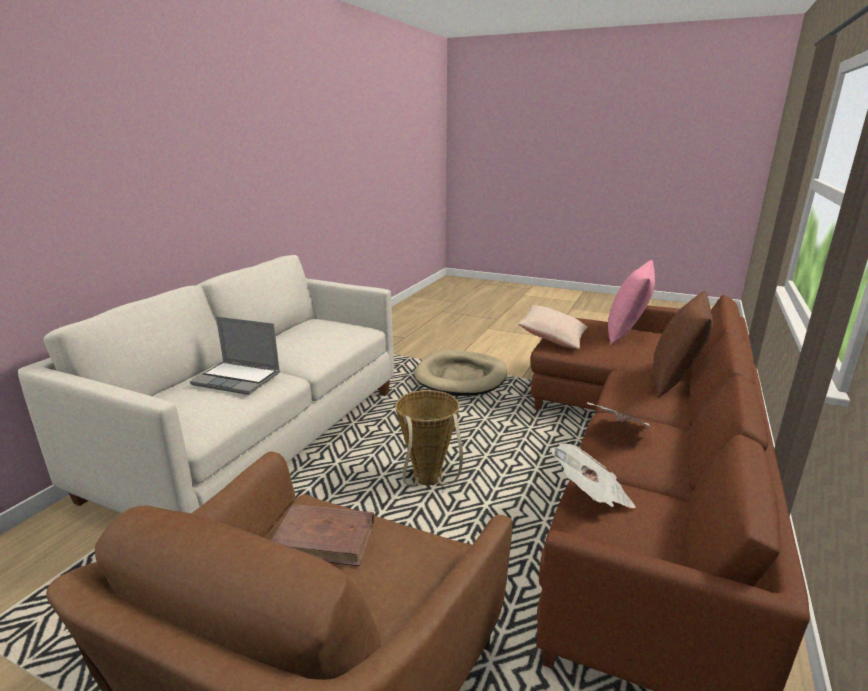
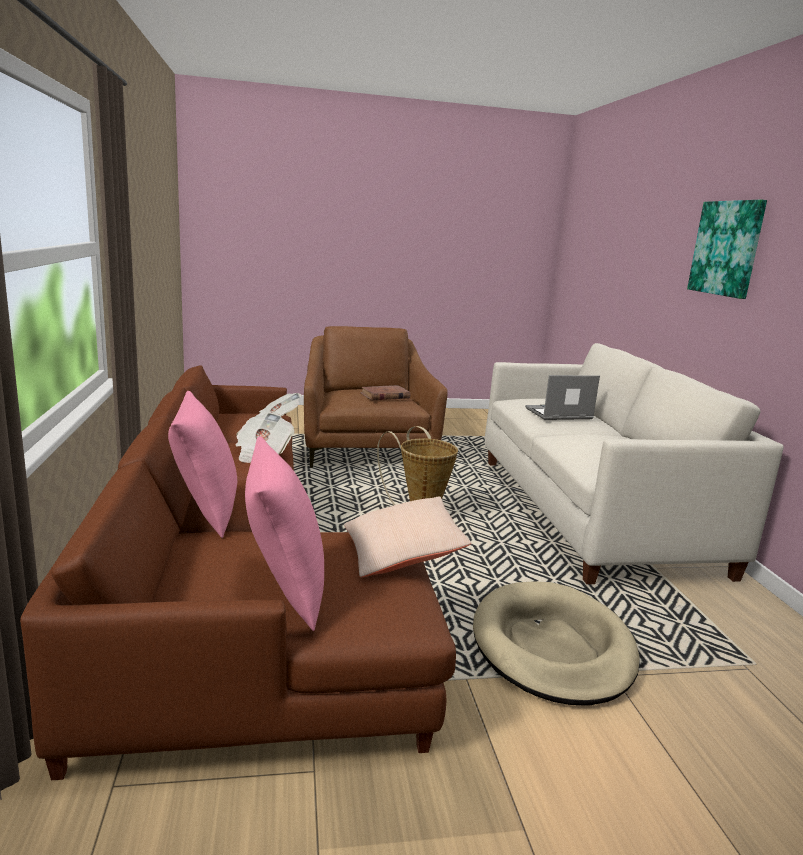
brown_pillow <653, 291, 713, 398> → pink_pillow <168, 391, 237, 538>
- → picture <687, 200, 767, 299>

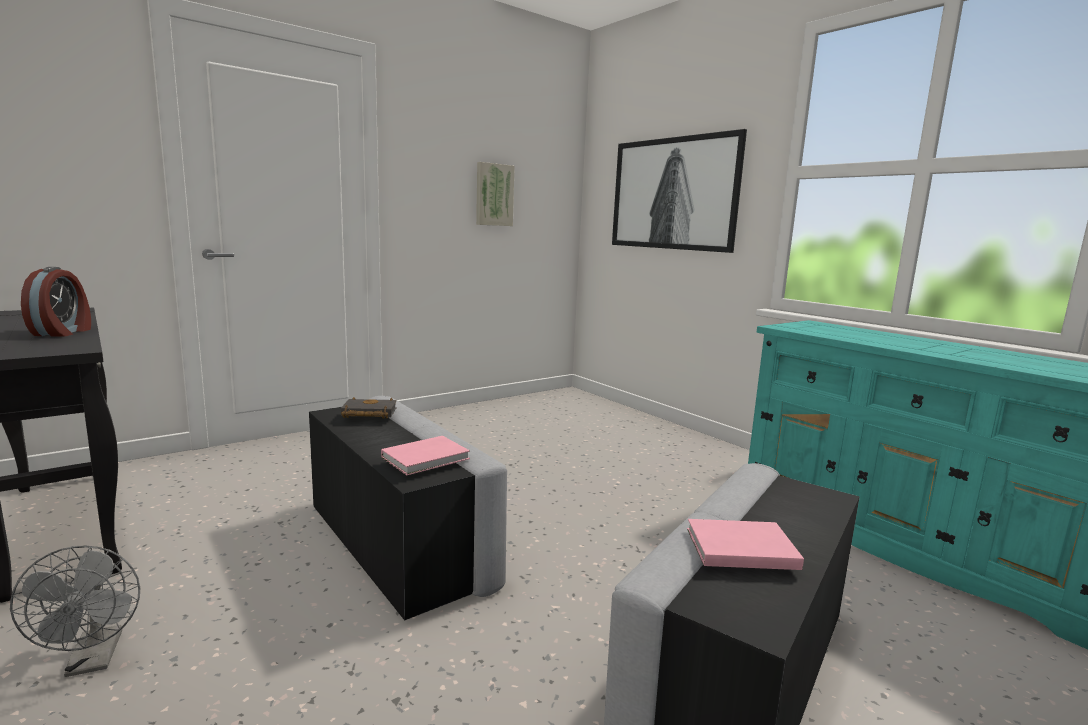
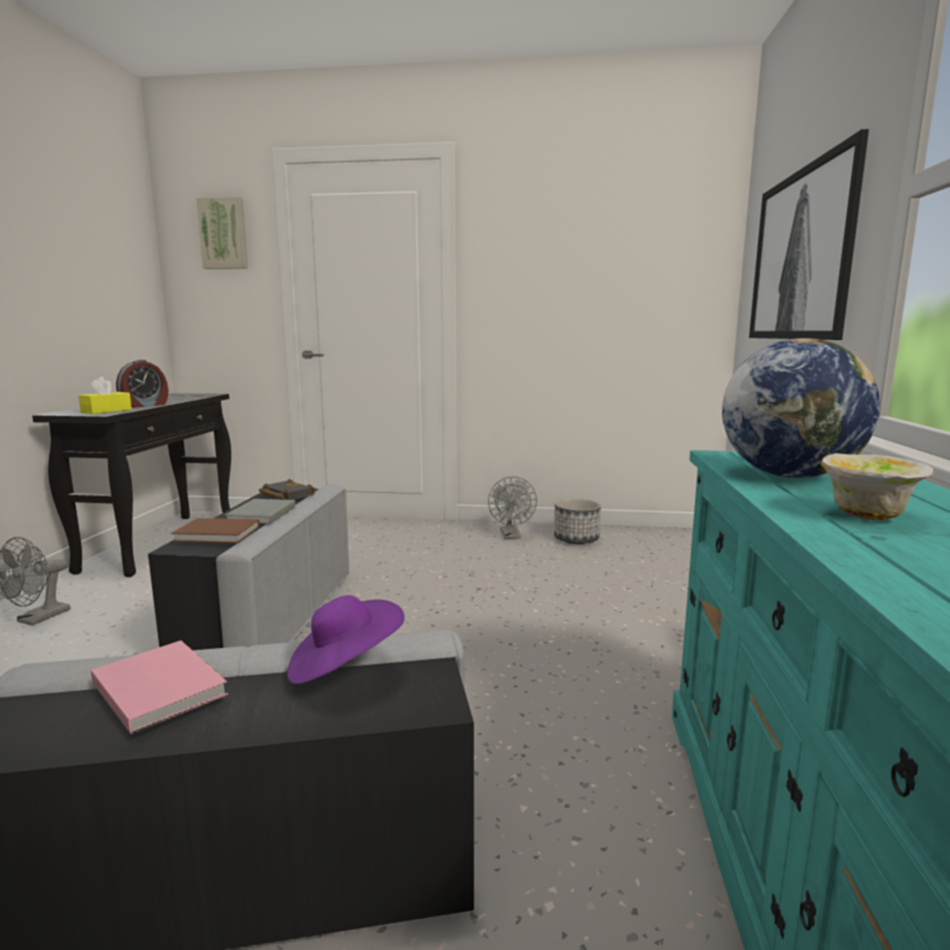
- → yellow_tissue_box <78, 377, 132, 414>
pink_book <381, 436, 470, 475> → brown_book <171, 518, 260, 543>
picture <476, 162, 515, 226> → picture <196, 197, 248, 269>, moved
- → grey_book <225, 499, 295, 524>
- → purple_hat <287, 595, 405, 685>
- → grey_fan <488, 477, 537, 539>
- → planter <554, 498, 601, 544>
- → globe <722, 338, 880, 478>
- → bowl <821, 453, 933, 520>

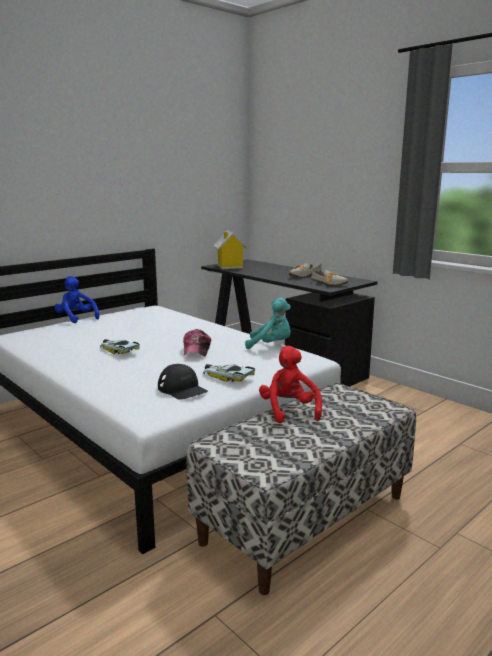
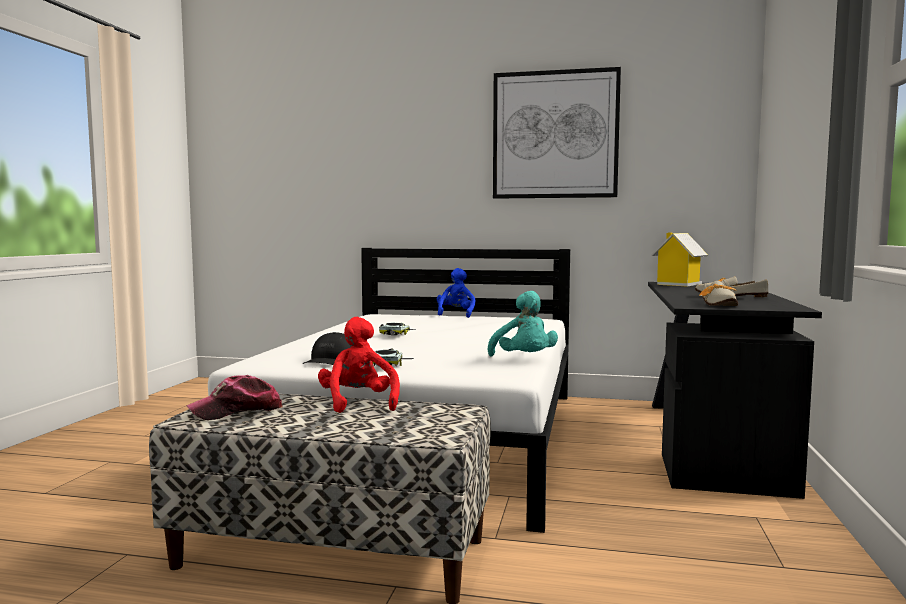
cap <183, 329, 211, 356> → cap <187, 375, 283, 420>, moved
red_plush_toy <259, 346, 322, 423> → red_plush_toy <318, 317, 400, 413>, 60 degrees counterclockwise
- → picture <493, 67, 621, 199>

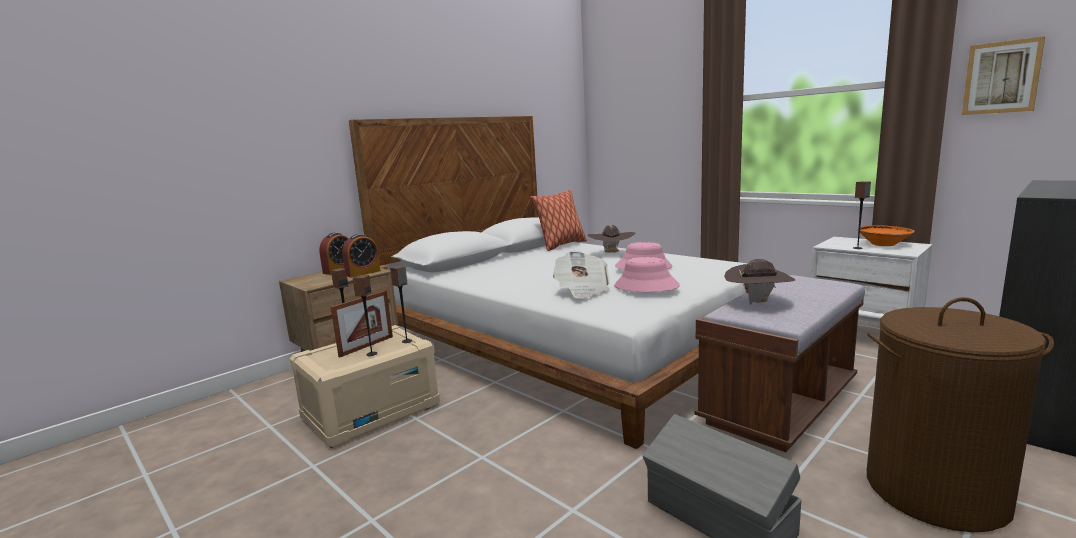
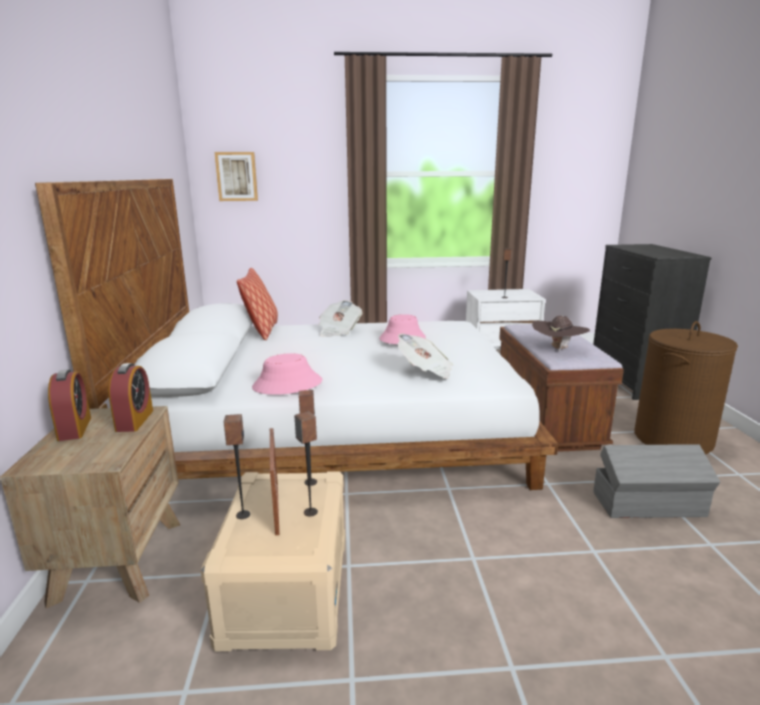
picture <962, 36, 1045, 115> → picture <215, 152, 258, 201>, moved
pink_hat <614, 257, 680, 292> → pink_hat <252, 353, 322, 395>, moved
brown_hat <587, 225, 636, 253> → newspaper <318, 300, 363, 337>
orange_bowl <857, 225, 915, 246> → -

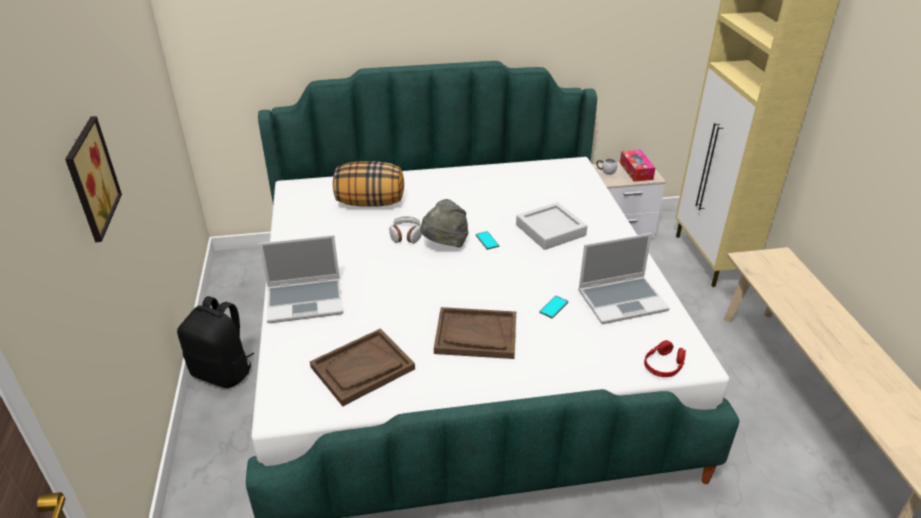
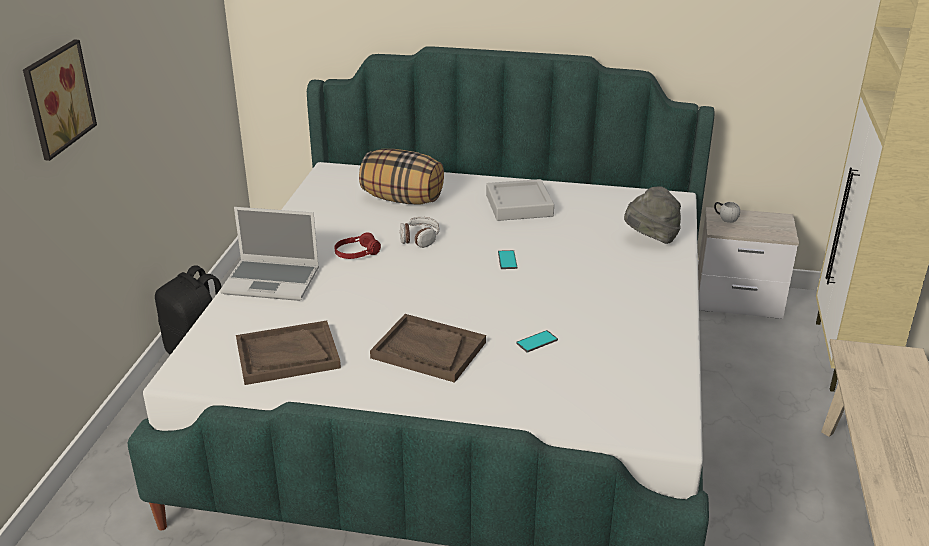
red_headphones <644, 340, 686, 377> → red_headphones <334, 232, 381, 259>, moved
grey_tray <516, 202, 587, 250> → grey_tray <486, 179, 554, 221>, moved
grey_hat <420, 199, 469, 247> → grey_hat <624, 186, 681, 244>, moved
laptop <578, 233, 670, 324> → -
tissue_box <620, 150, 655, 182> → -

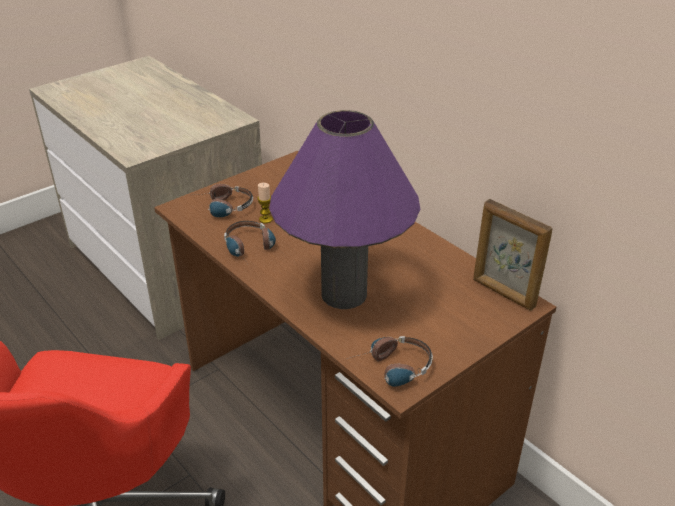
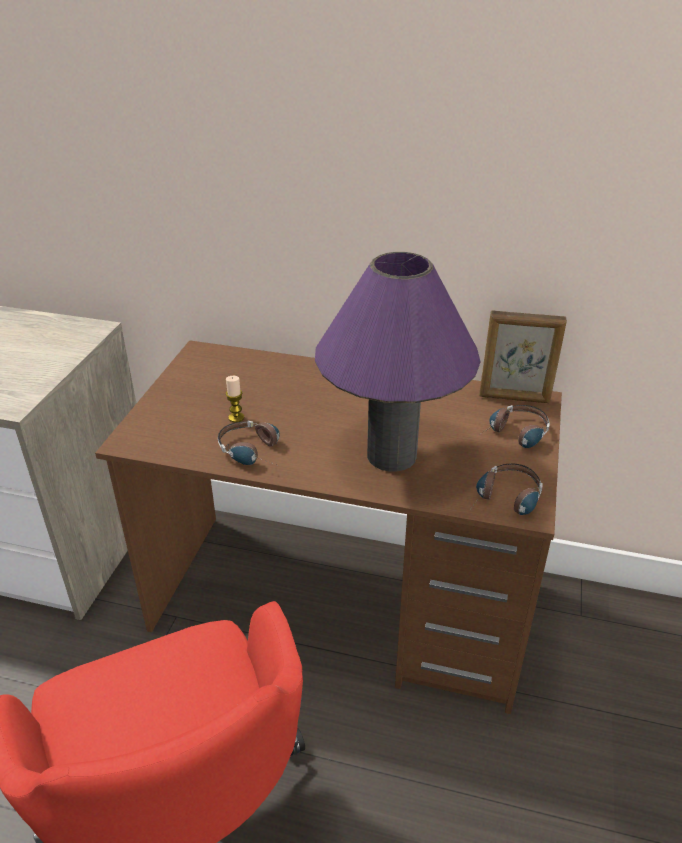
headphones <194, 184, 253, 217> → headphones <478, 405, 550, 448>, moved

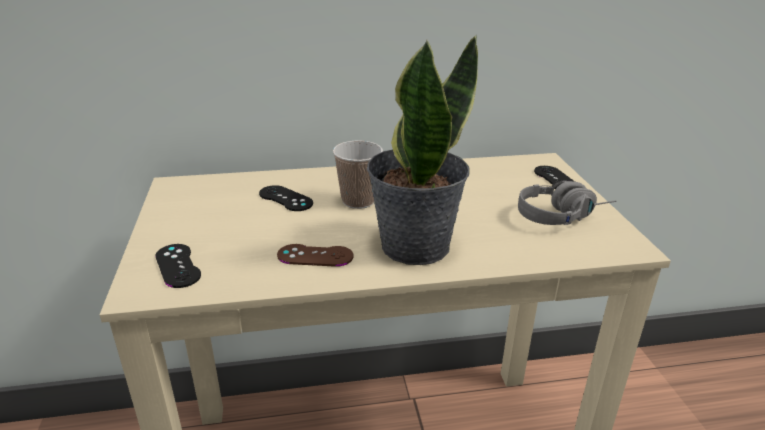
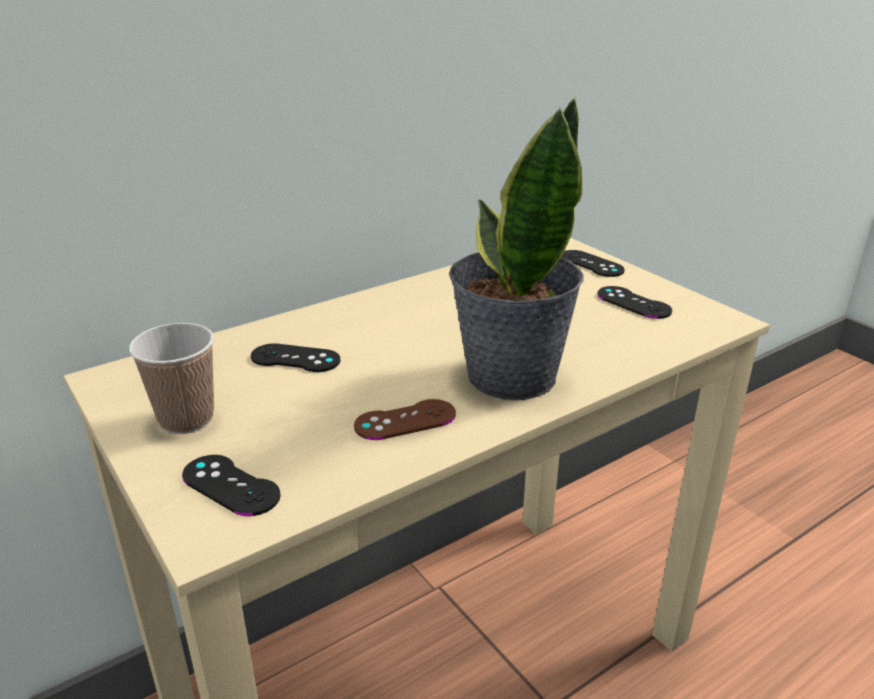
cup <333, 141, 383, 209> → cup <129, 323, 214, 434>, moved
grey_headphones <518, 180, 616, 225> → black_game_controller <597, 286, 672, 319>

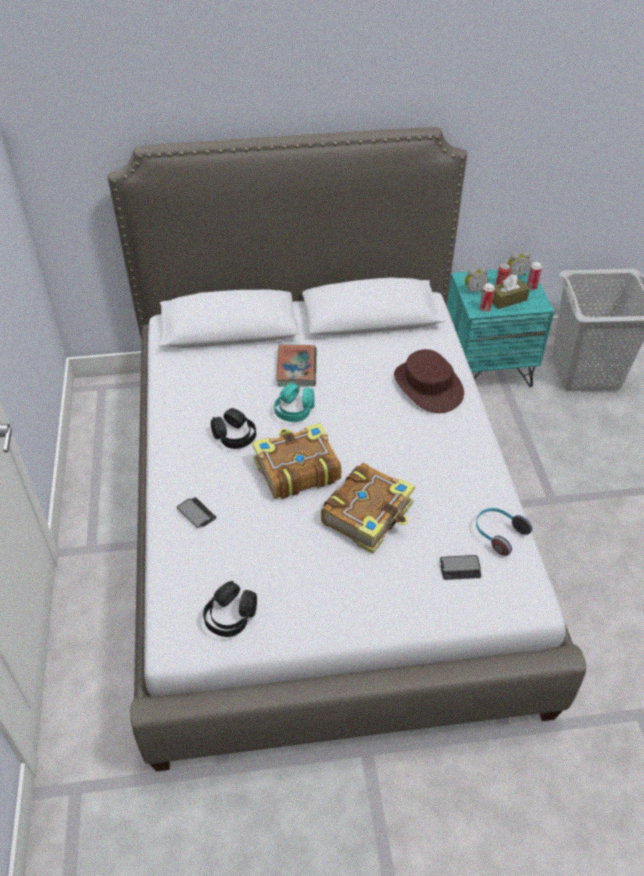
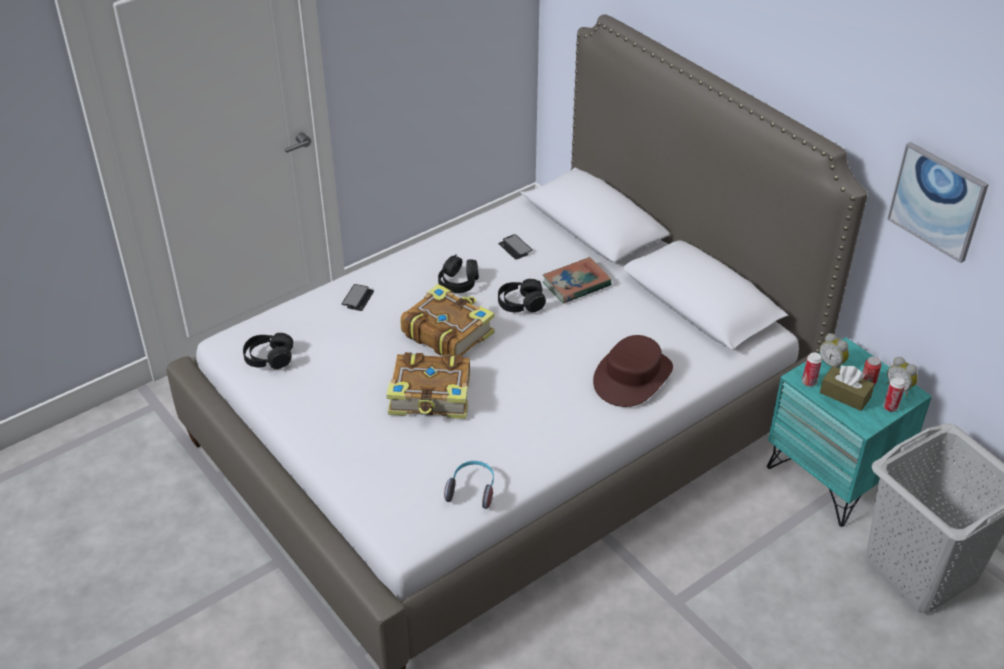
phone <440, 555, 481, 580> → phone <498, 234, 533, 259>, moved
turquoise_headphones <274, 382, 315, 422> → black_headphones <498, 279, 546, 313>
- → picture <887, 142, 989, 263>

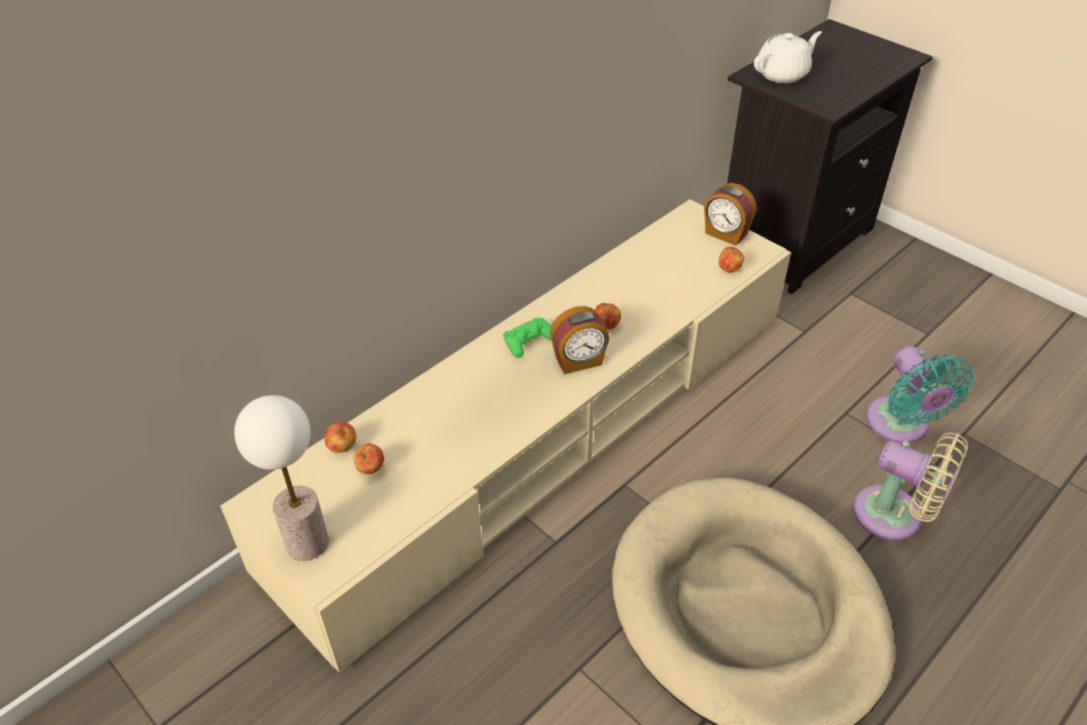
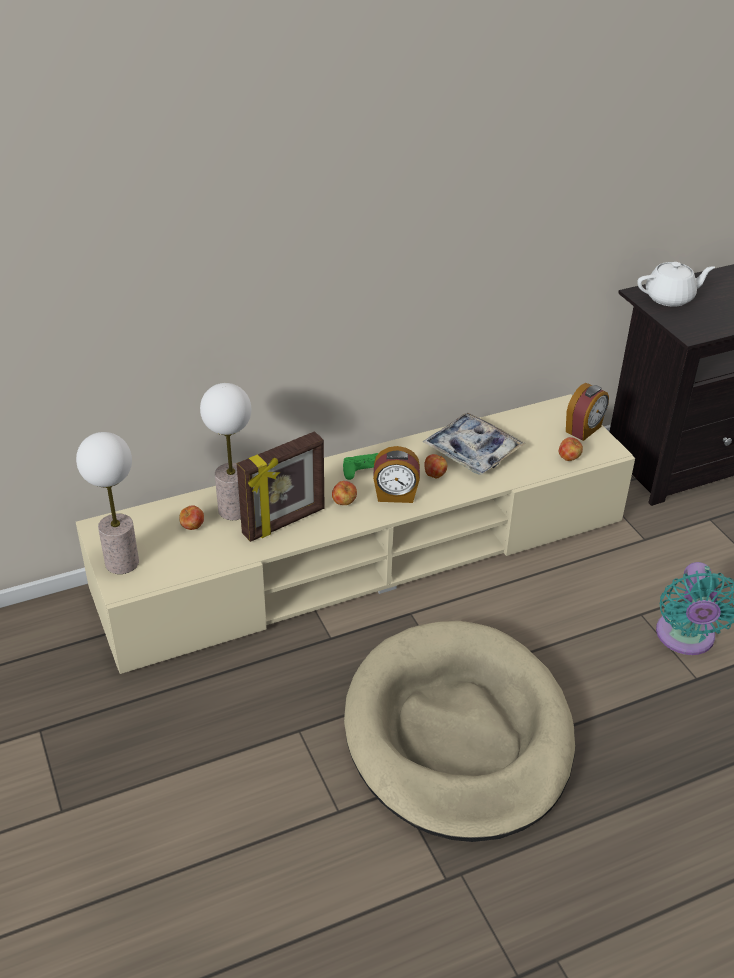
- → table_lamp <200, 383, 251, 520>
- → picture_frame <237, 431, 325, 542>
apple <324, 422, 356, 453> → apple <332, 481, 357, 505>, moved
- → tray <423, 413, 526, 475>
alarm_clock <704, 183, 756, 246> → alarm_clock <566, 383, 609, 441>, 105 degrees counterclockwise
beige_fan <853, 433, 968, 541> → -

